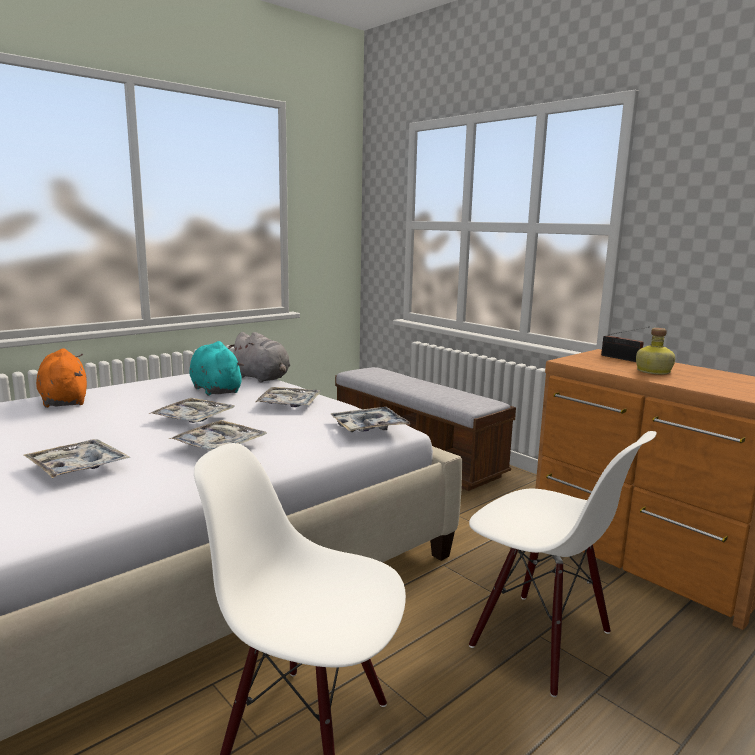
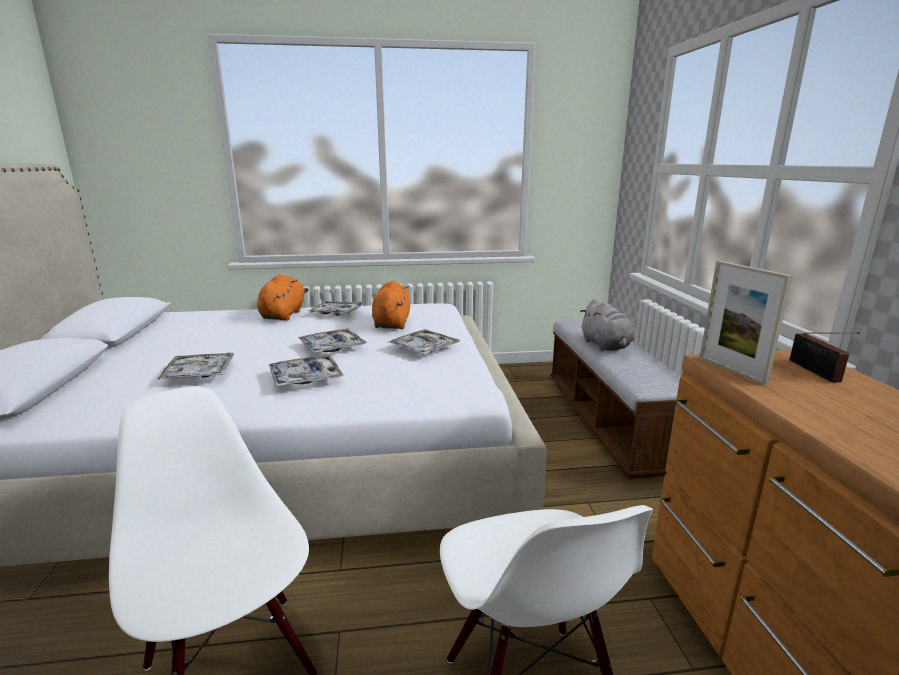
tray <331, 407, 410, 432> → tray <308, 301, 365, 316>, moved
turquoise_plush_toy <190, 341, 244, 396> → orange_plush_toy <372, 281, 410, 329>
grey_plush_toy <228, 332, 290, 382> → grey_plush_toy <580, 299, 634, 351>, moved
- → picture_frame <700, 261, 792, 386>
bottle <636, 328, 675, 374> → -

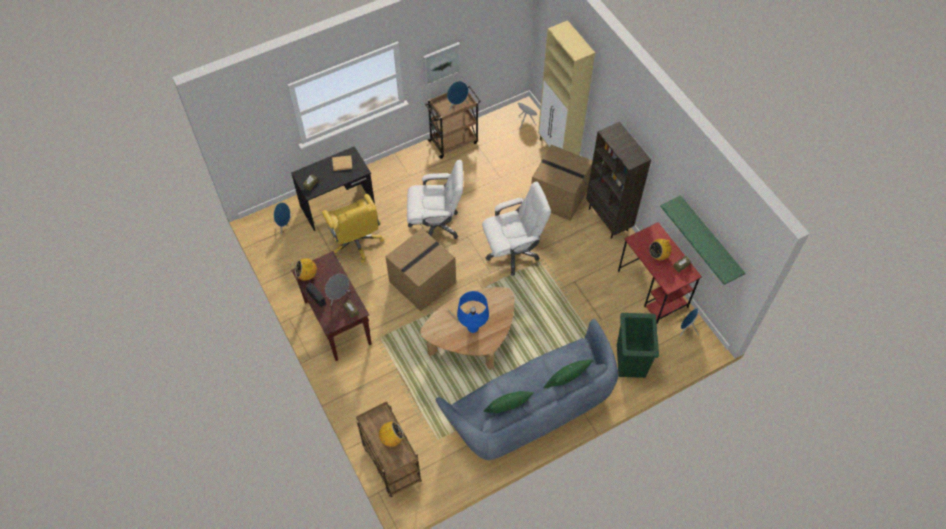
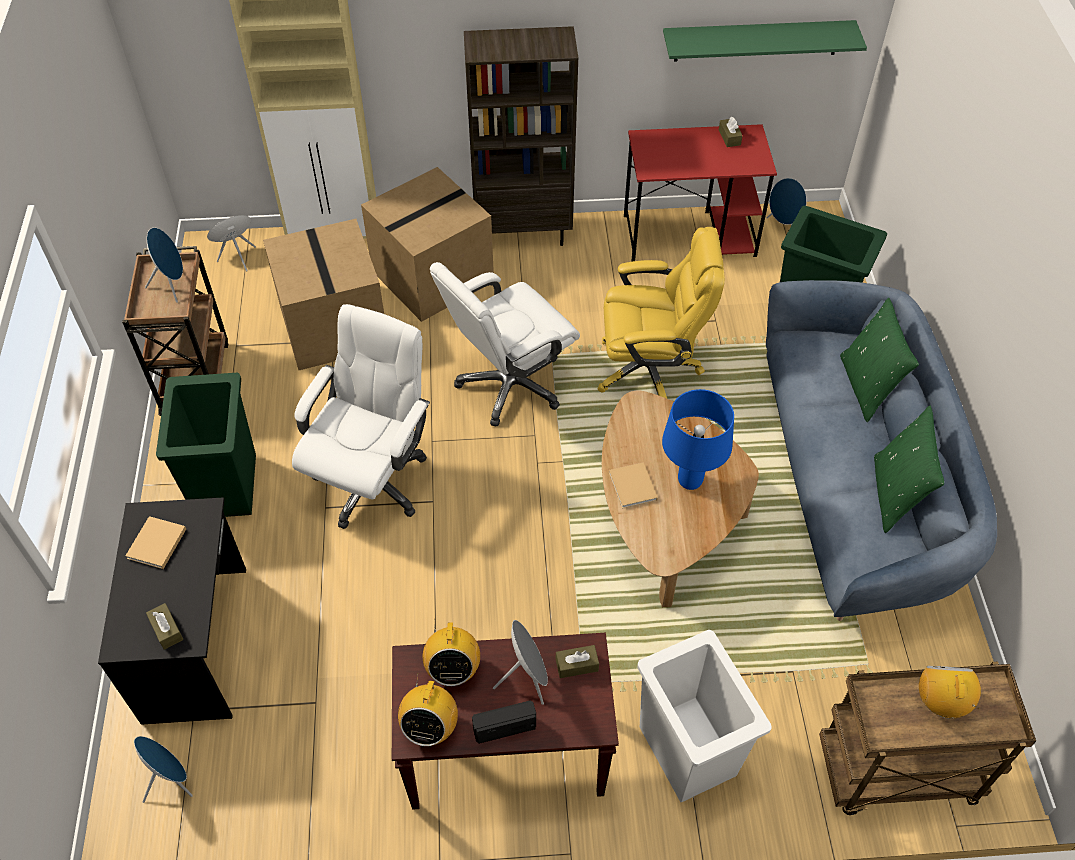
- → green_trash_can <156, 373, 256, 517>
cardboard_box <385, 228, 456, 311> → cardboard_box <263, 219, 384, 370>, moved
radio <649, 239, 672, 260> → radio <423, 619, 480, 686>, moved
white_office_chair <482, 181, 551, 275> → white_office_chair <430, 262, 580, 427>, 135 degrees counterclockwise
yellow_office_chair <322, 194, 384, 263> → yellow_office_chair <598, 227, 725, 399>, moved
- → white_trash_can <637, 630, 772, 802>
picture <423, 42, 461, 86> → -

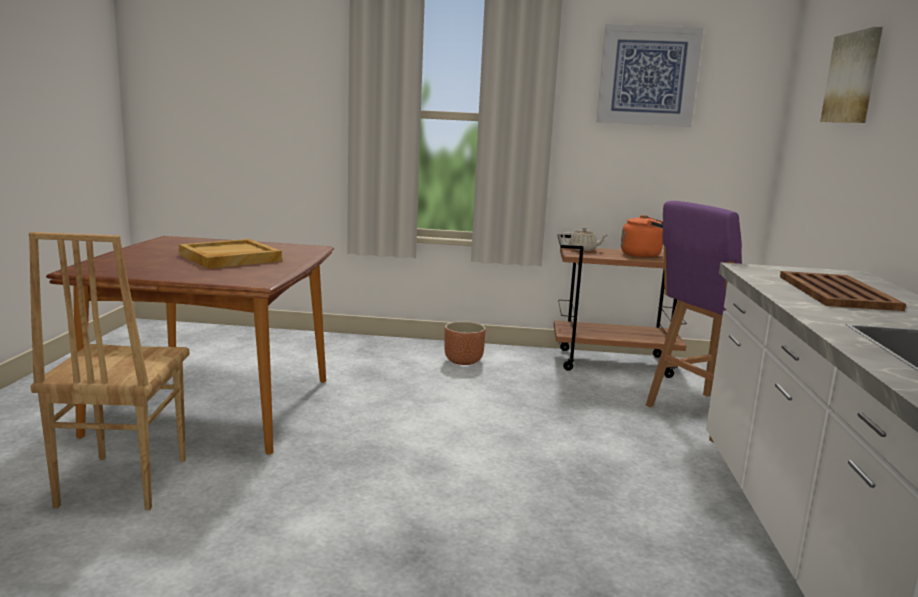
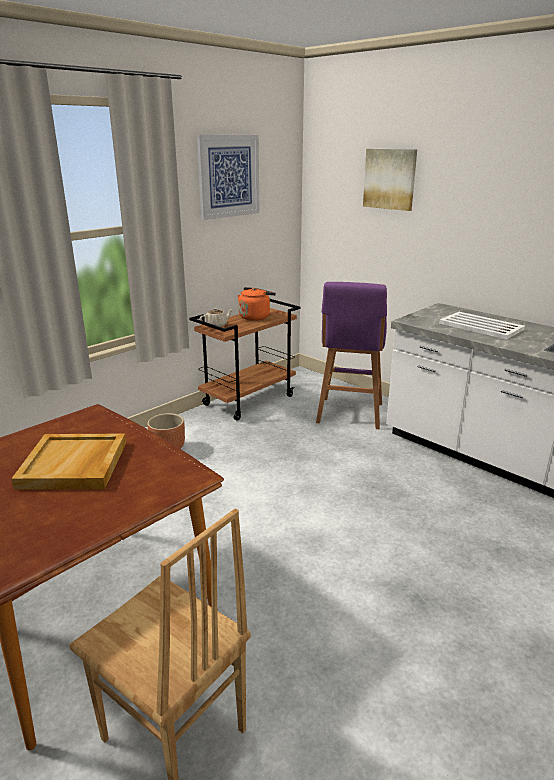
brown_tray <780, 271, 906, 311> → white_tray <439, 312, 525, 339>

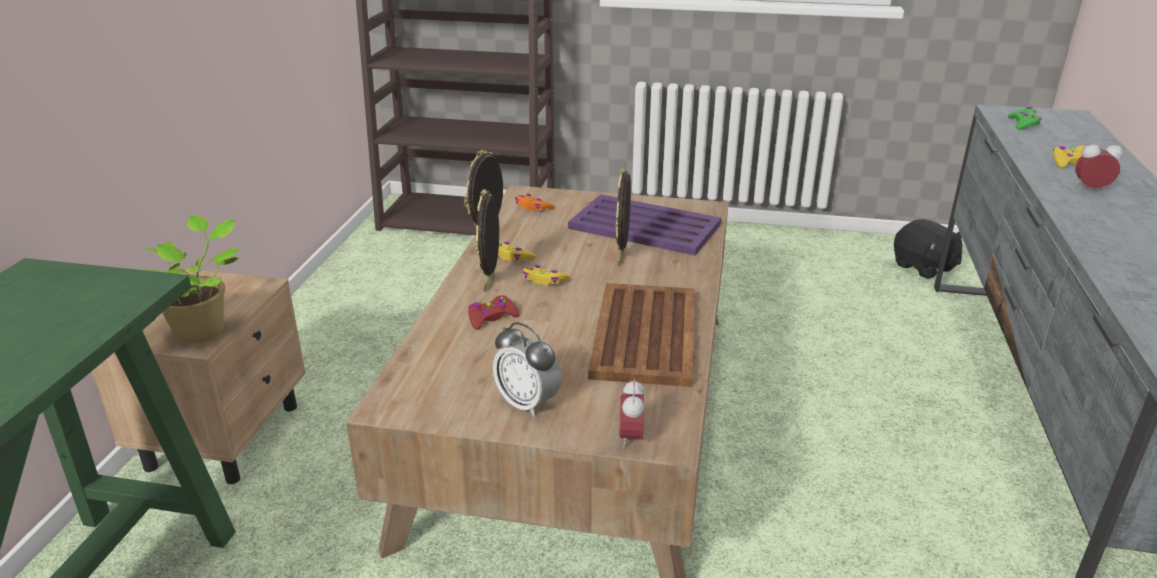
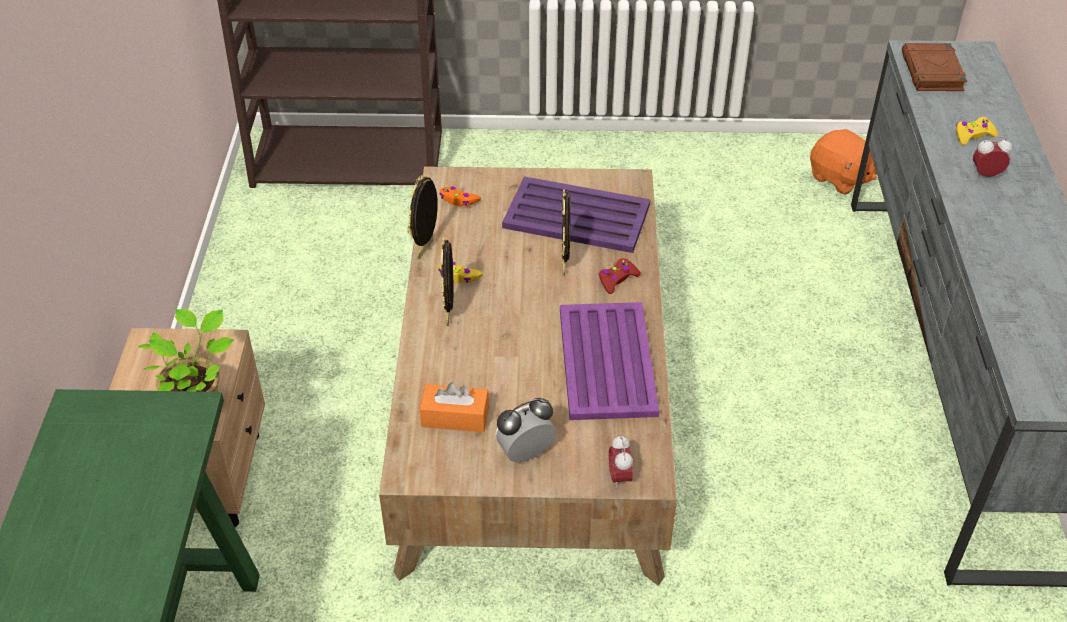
- → orange_tissue_box <420, 382, 489, 432>
alarm_clock <493, 322, 561, 417> → alarm_clock <495, 398, 556, 462>, 120 degrees clockwise
brown_tray <588, 283, 695, 387> → purple_tray <560, 302, 659, 420>
red_game_controller <468, 295, 520, 330> → red_game_controller <598, 258, 640, 294>, moved
black_plush_toy <894, 219, 963, 279> → orange_plush_toy <810, 129, 877, 195>
green_game_controller <1008, 107, 1041, 130> → brown_book <902, 43, 967, 91>
yellow_game_controller <523, 265, 570, 285> → -

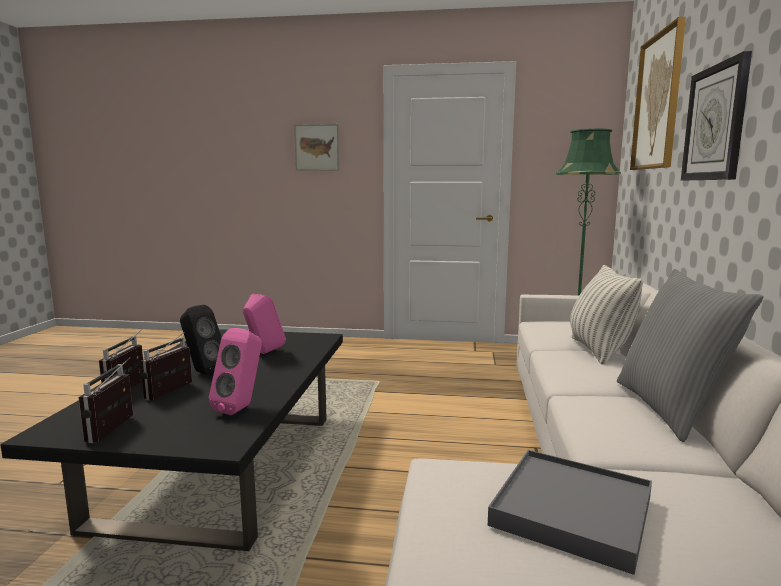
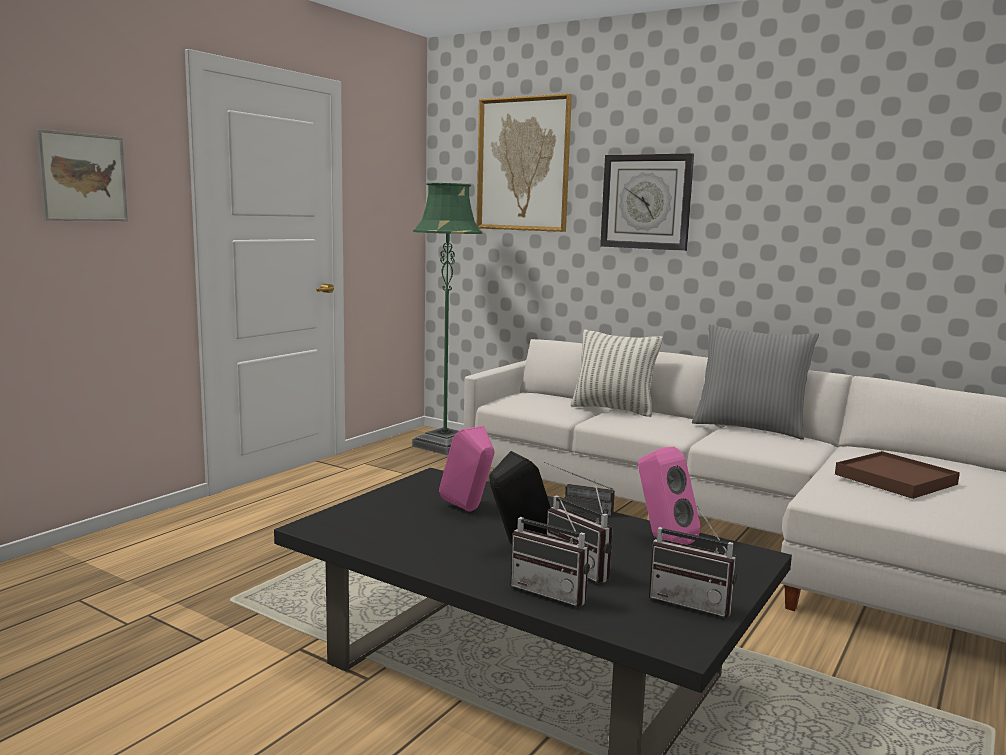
- → radio <544, 462, 615, 516>
grey_tray <488, 450, 652, 575> → brown_tray <835, 451, 960, 499>

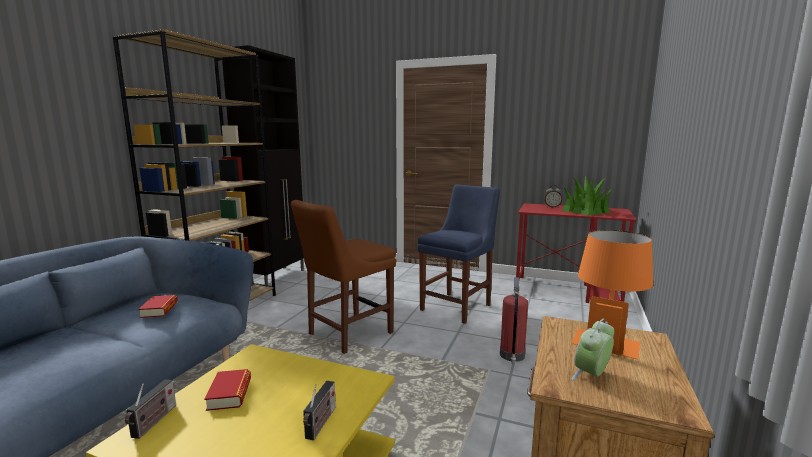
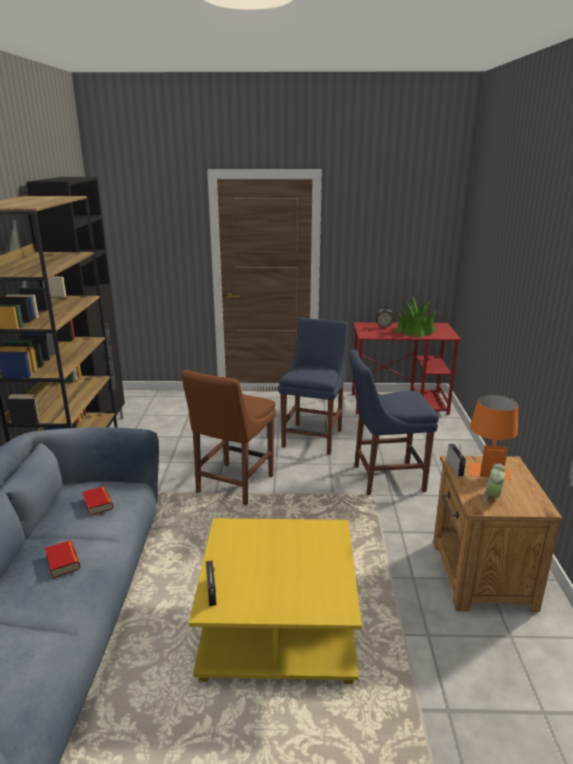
book <205, 369, 251, 411> → book <45, 540, 81, 578>, moved
fire_extinguisher <500, 277, 528, 365> → blue_chair <349, 349, 439, 495>
radio <303, 381, 336, 440> → radio <447, 444, 466, 476>, moved

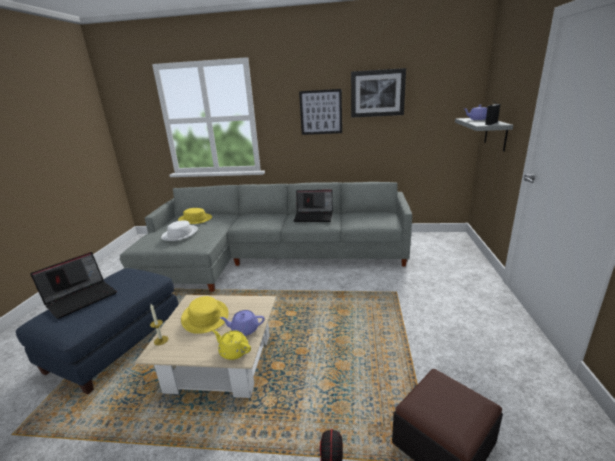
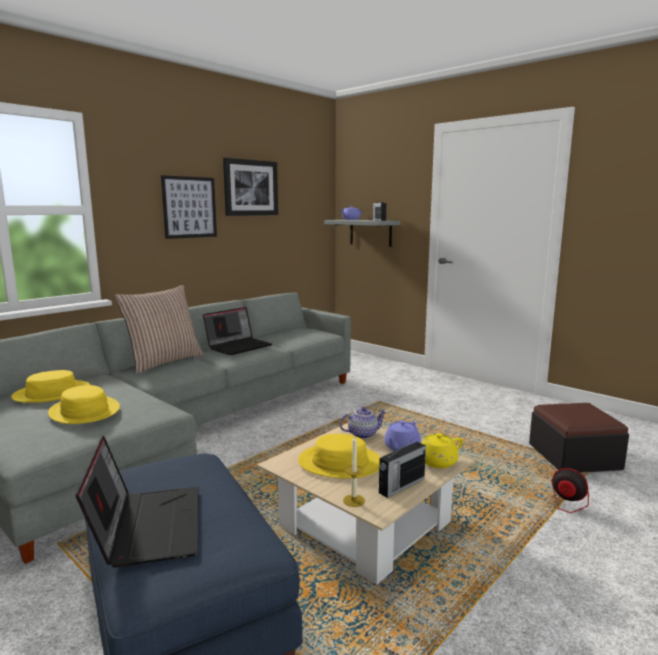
white_hat <161, 220, 198, 241> → yellow_hat <48, 385, 120, 424>
- → pillow <114, 285, 204, 374>
- → teapot <339, 407, 386, 439>
- → radio <379, 436, 426, 498>

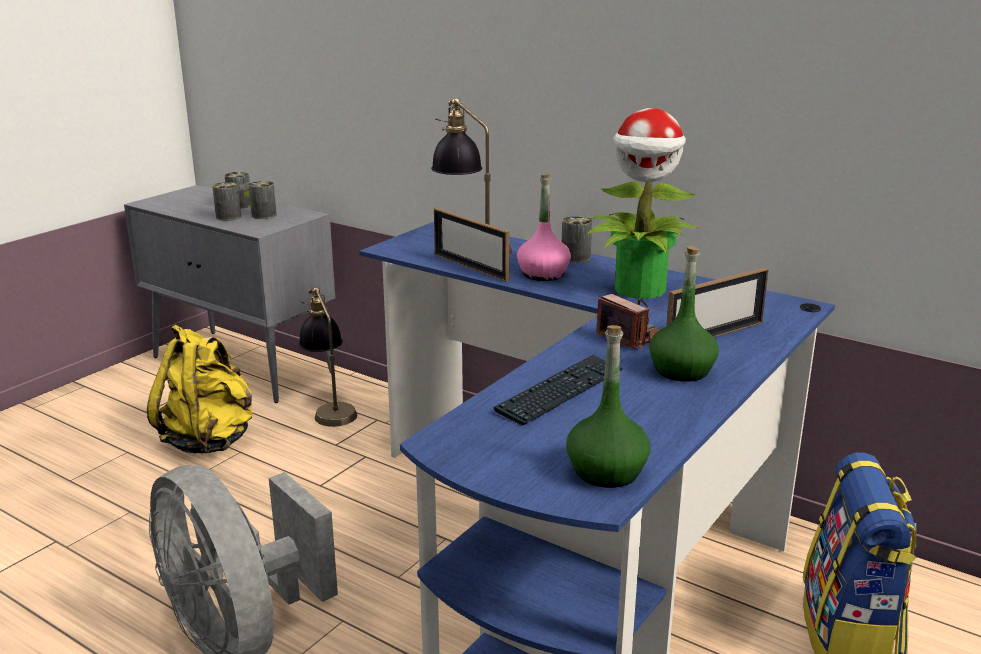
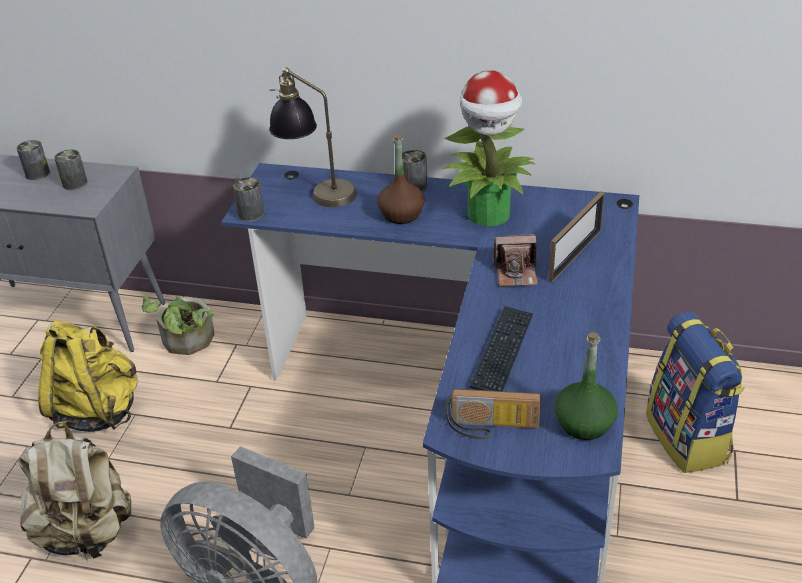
- → beige_backpack <18, 421, 131, 560>
table_lamp <299, 287, 357, 427> → potted_plant <142, 295, 215, 355>
can <212, 182, 241, 221> → can <233, 177, 265, 222>, moved
pink_bottle <517, 174, 571, 281> → brown_bottle <377, 134, 424, 224>
- → radio <445, 389, 541, 439>
photo_camera <596, 294, 659, 349> → photo_camera <493, 233, 538, 286>, 150 degrees clockwise
picture_frame <434, 208, 510, 282> → -
green_bottle <649, 246, 719, 382> → -

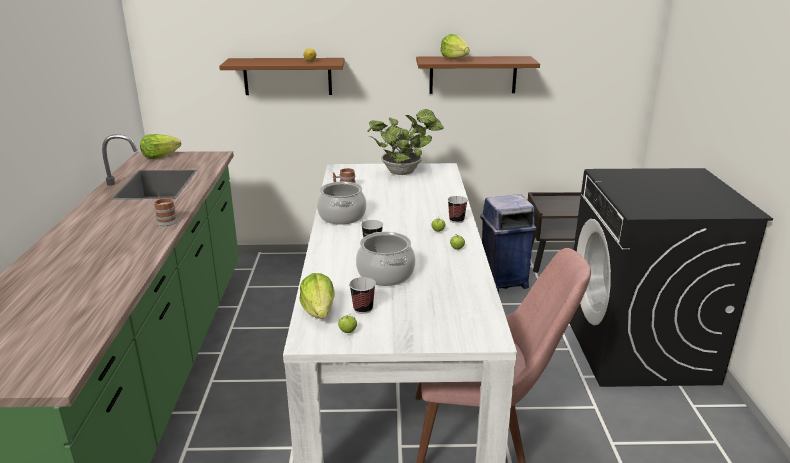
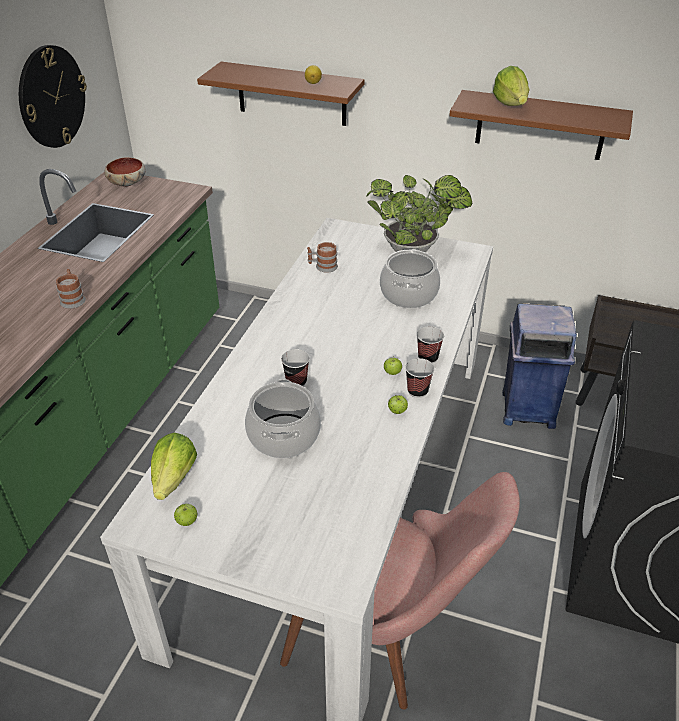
- → wall_clock <19, 45, 87, 148>
lettuce <140, 134, 181, 159> → bowl <105, 157, 145, 187>
cooking_pot <317, 182, 366, 225> → cooking_pot <380, 249, 440, 308>, moved
cup <349, 277, 376, 314> → cup <405, 358, 434, 398>, moved

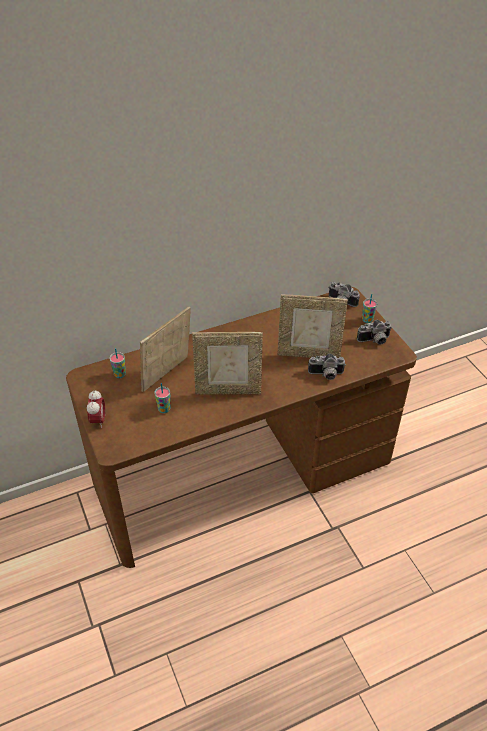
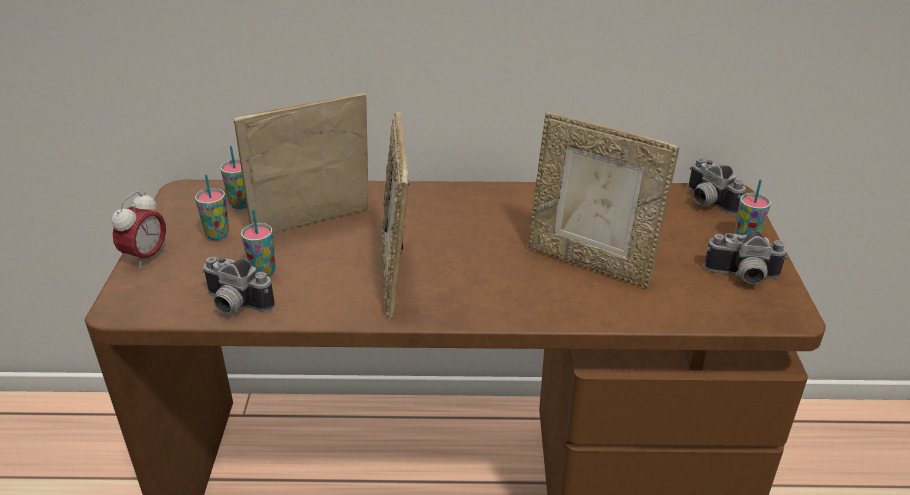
- → cup <195, 174, 229, 240>
photo_camera <308, 353, 346, 380> → photo_camera <202, 256, 275, 314>, moved
picture_frame <192, 332, 263, 395> → picture_frame <380, 112, 409, 319>, 60 degrees clockwise

